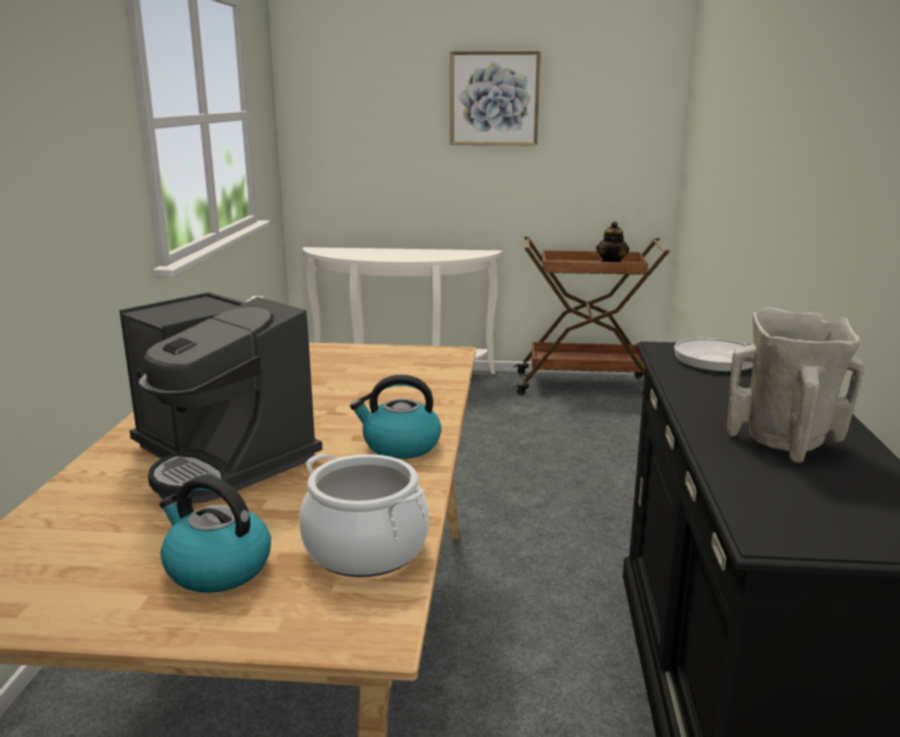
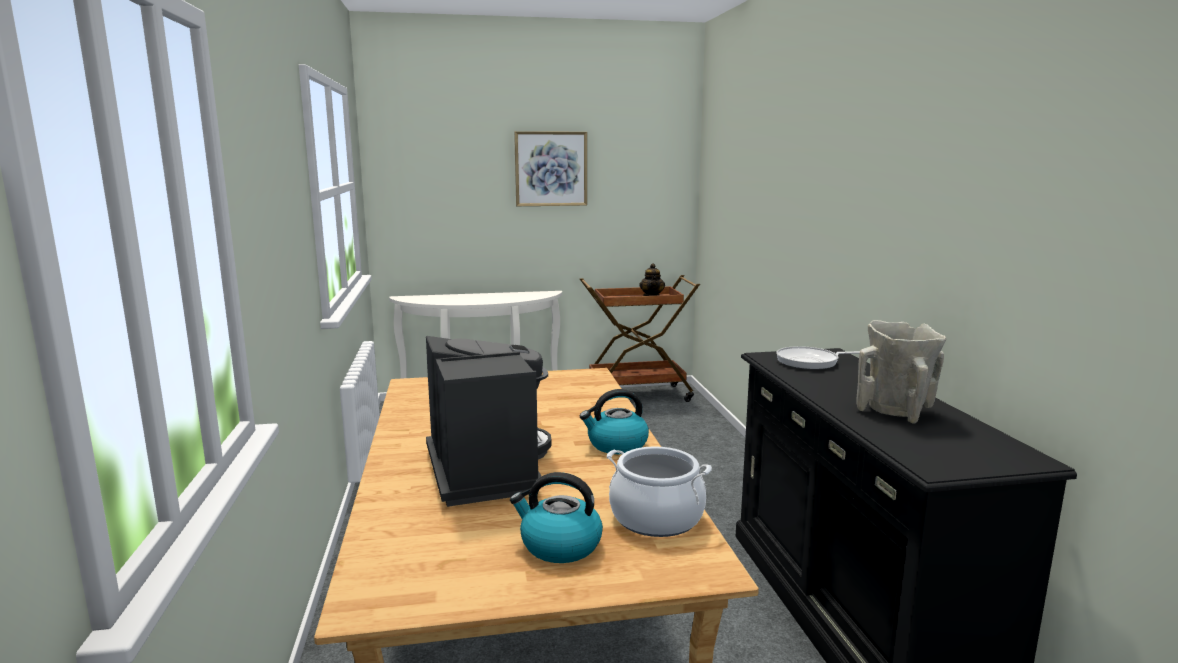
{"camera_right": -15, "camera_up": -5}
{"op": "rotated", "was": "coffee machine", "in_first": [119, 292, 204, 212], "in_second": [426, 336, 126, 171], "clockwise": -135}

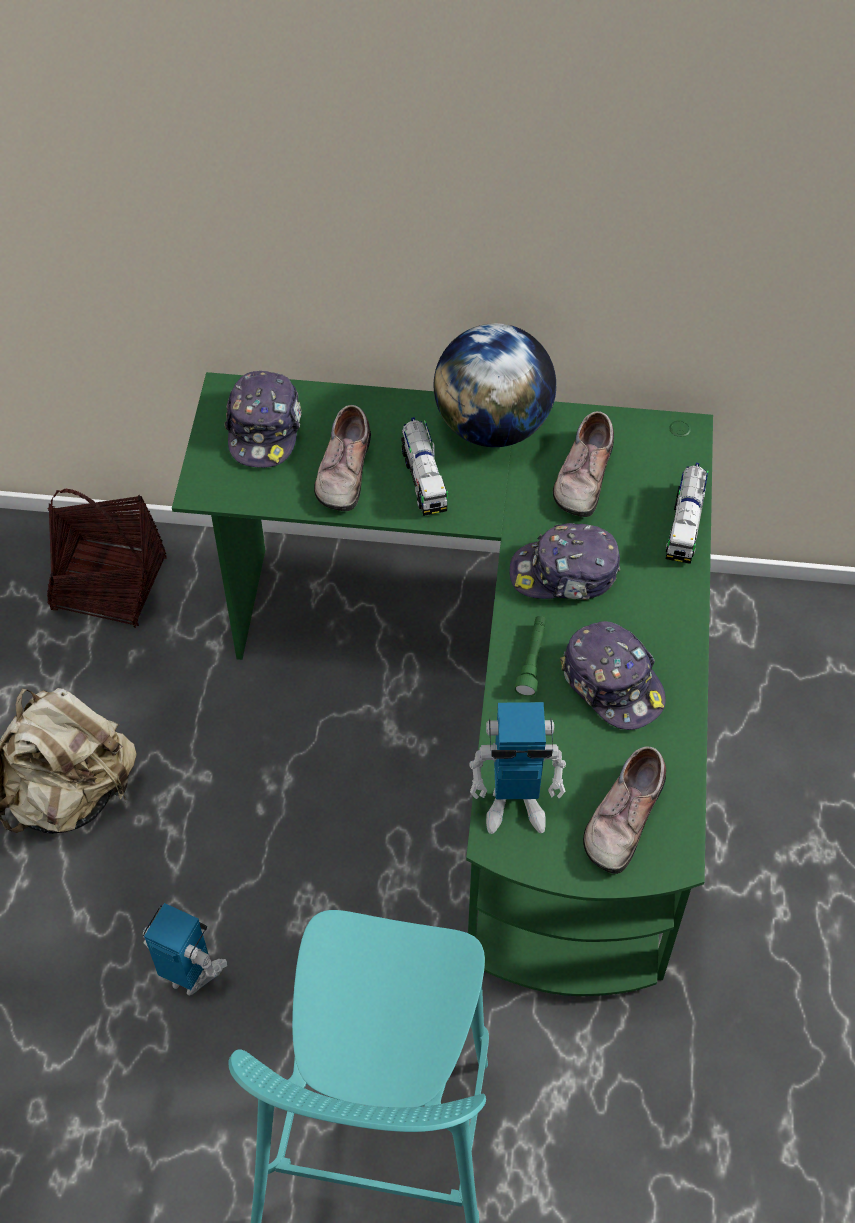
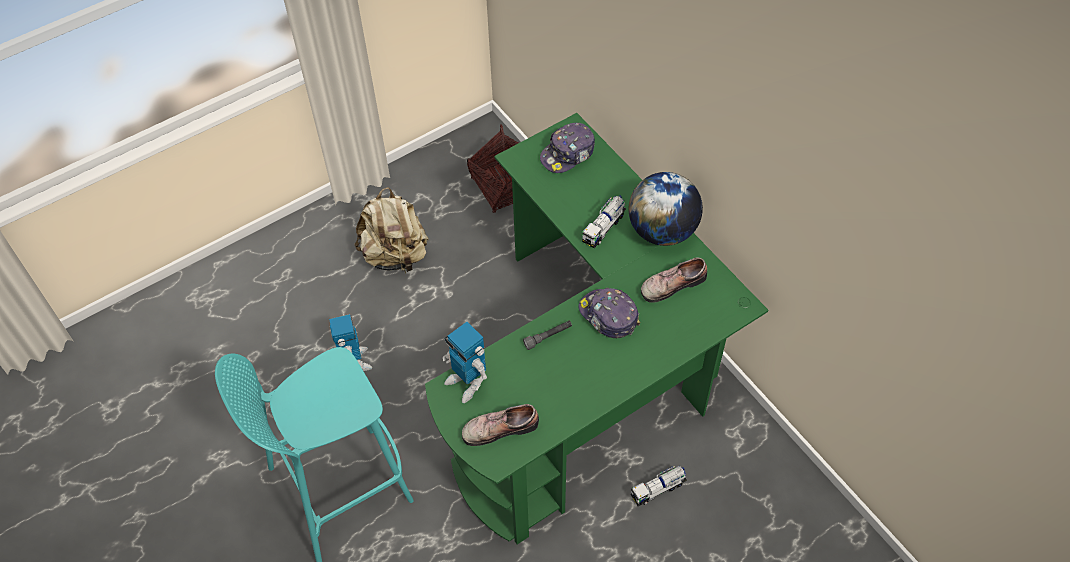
{"camera_right": 50, "camera_up": 0}
{"op": "gone", "was": "shoe", "in_first": [314, 405, 57, 106]}
{"op": "repainted", "was": "green flashlight", "now": "grey flashlight", "in_first": [515, 616, 31, 81], "in_second": [523, 321, 49, 29]}
{"op": "gone", "was": "cap", "in_first": [560, 621, 106, 109]}
{"op": "shifted", "was": "toy truck", "in_first": [666, 463, 43, 101], "in_second": [631, 466, 56, 40]}

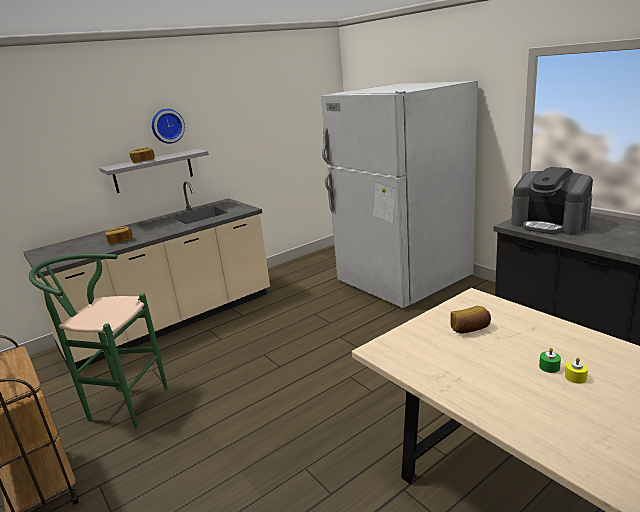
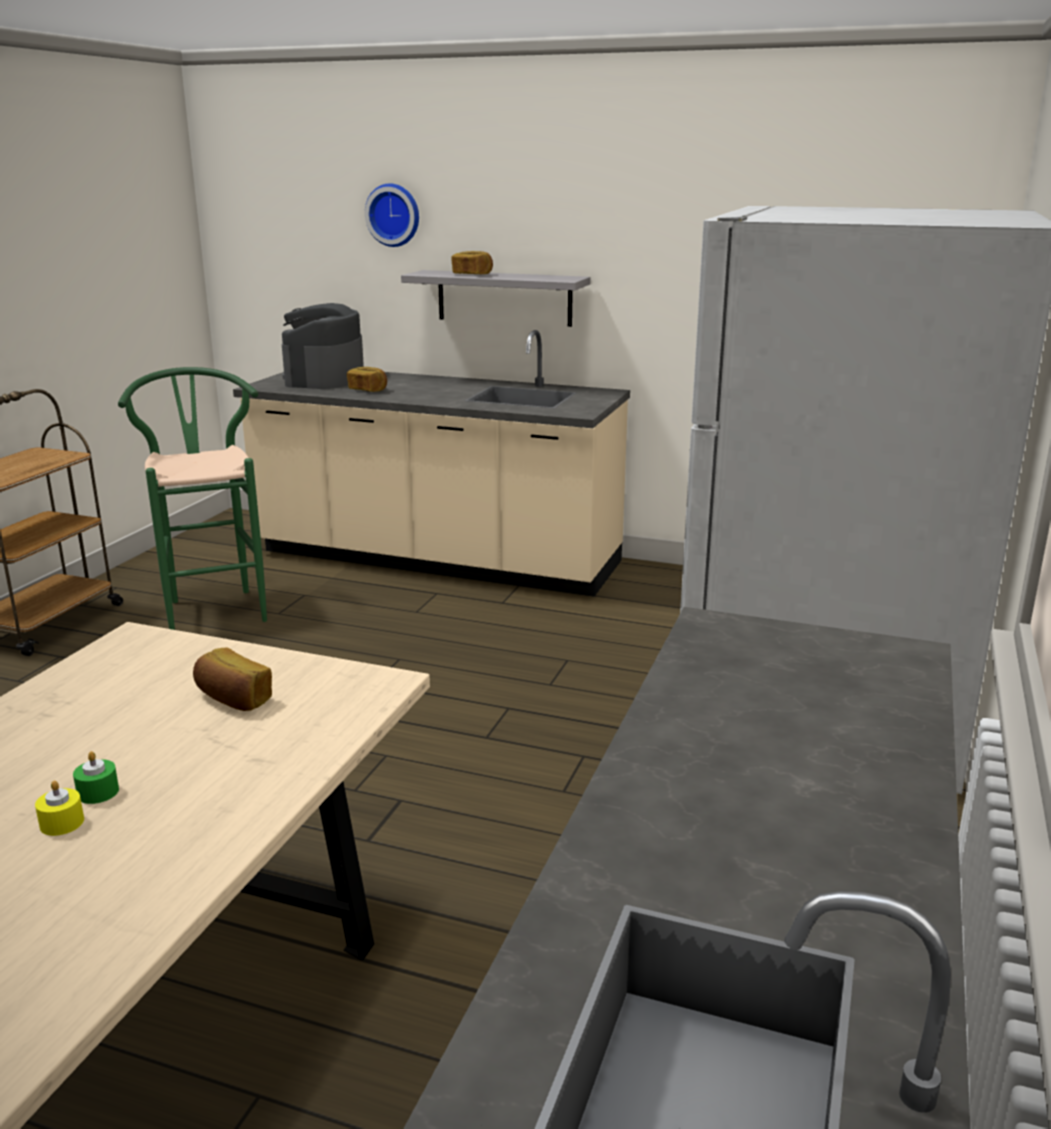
{"camera_right": 55, "camera_up": 0}
{"op": "shifted", "was": "wall clock", "in_first": [152, 109, 33, 35], "in_second": [365, 183, 54, 64]}
{"op": "shifted", "was": "coffee machine", "in_first": [511, 167, 82, 68], "in_second": [282, 303, 82, 86]}

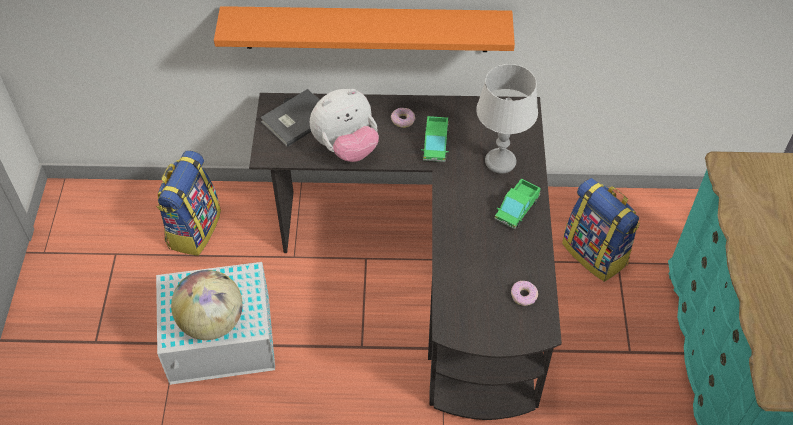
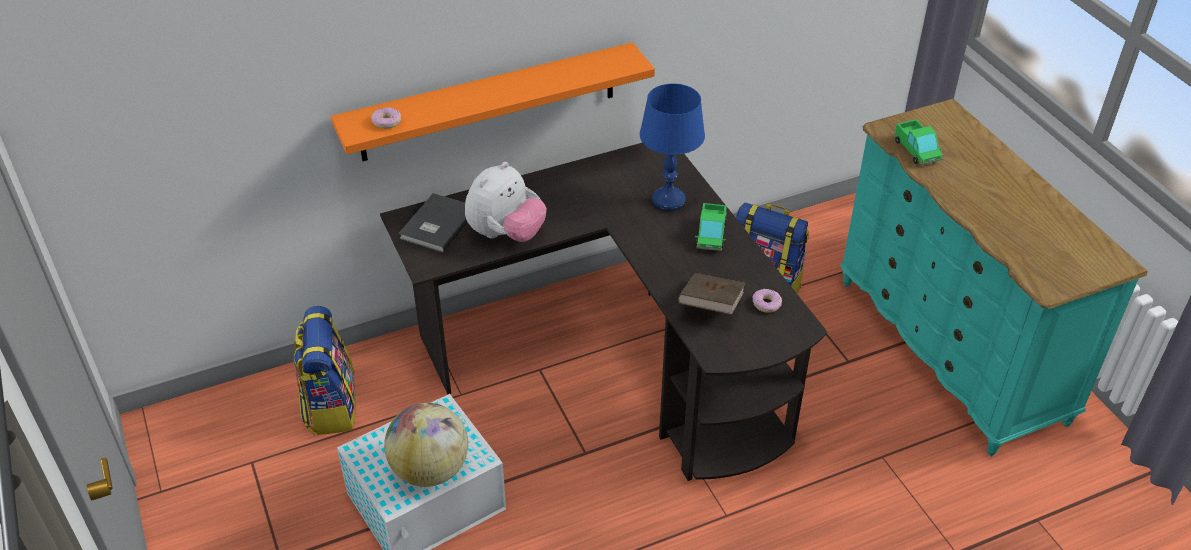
{"camera_right": -25, "camera_up": -10}
{"op": "shifted", "was": "donut", "in_first": [391, 108, 24, 20], "in_second": [371, 107, 31, 22]}
{"op": "shifted", "was": "toy truck", "in_first": [421, 116, 28, 46], "in_second": [894, 119, 49, 46]}
{"op": "repainted", "was": "grey table lamp", "now": "blue table lamp", "in_first": [476, 64, 62, 110], "in_second": [640, 83, 65, 128]}
{"op": "new", "now": "brown book", "in_second": [678, 273, 67, 42]}

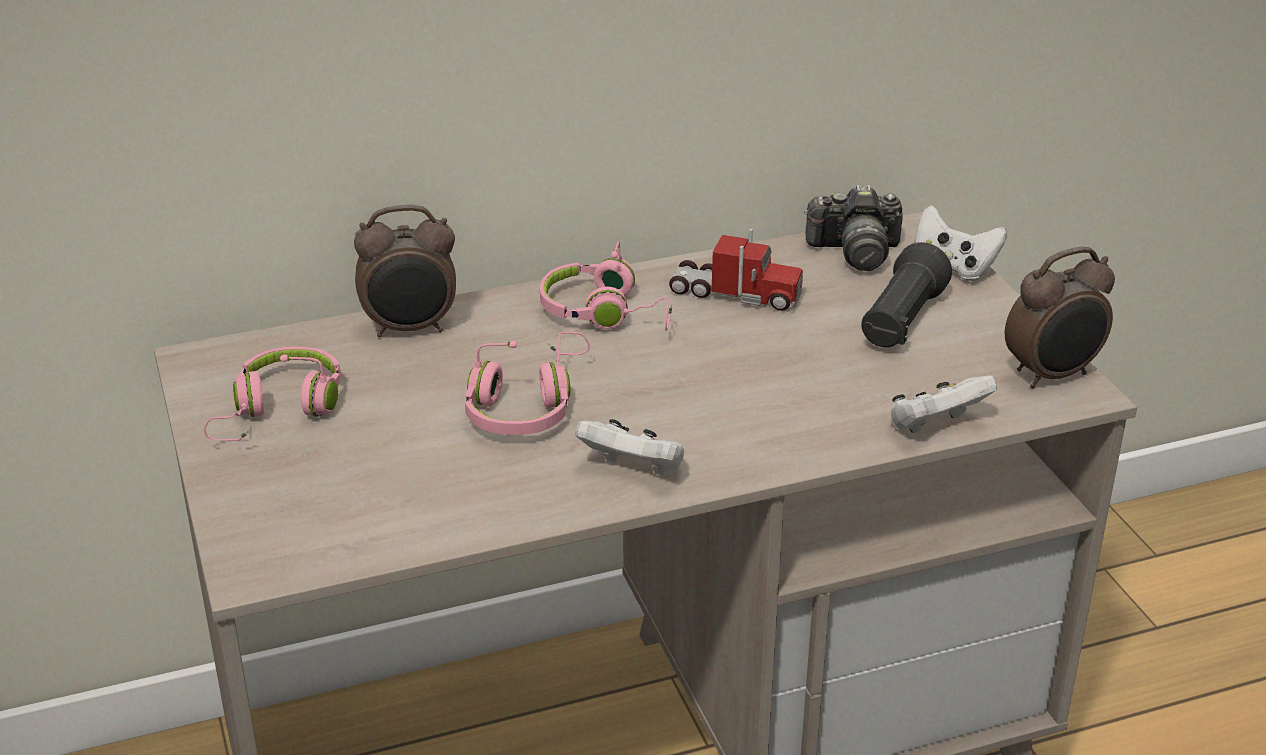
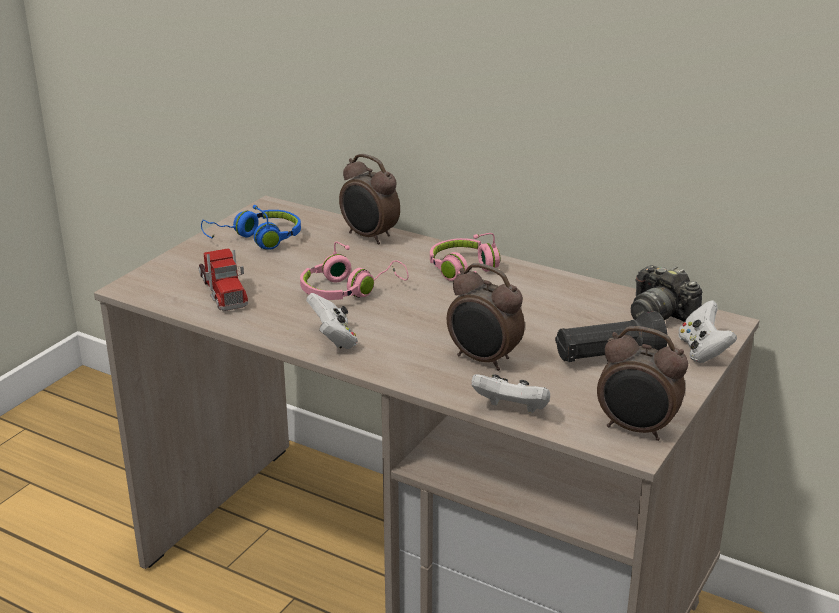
{"camera_right": 50, "camera_up": -5}
{"op": "repainted", "was": "pink headphones", "now": "blue headphones", "in_first": [204, 347, 137, 94], "in_second": [201, 205, 100, 45]}
{"op": "shifted", "was": "toy truck", "in_first": [669, 229, 134, 82], "in_second": [199, 248, 49, 63]}
{"op": "new", "now": "alarm clock", "in_second": [447, 263, 78, 108]}

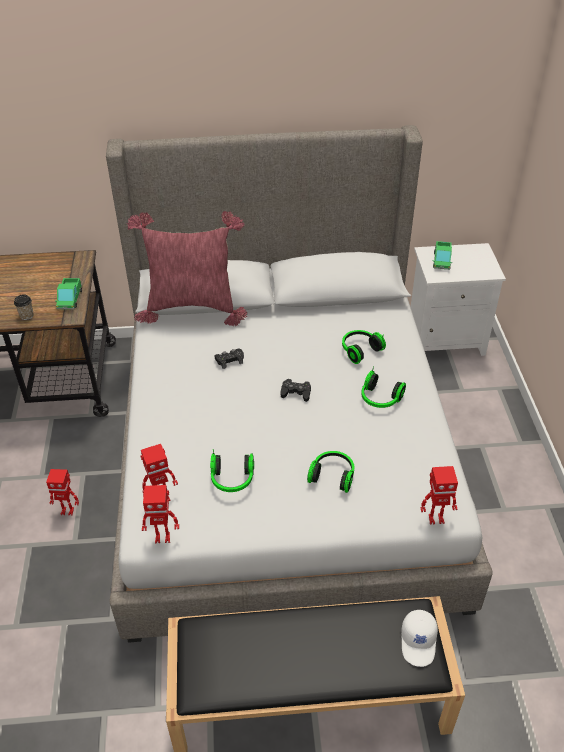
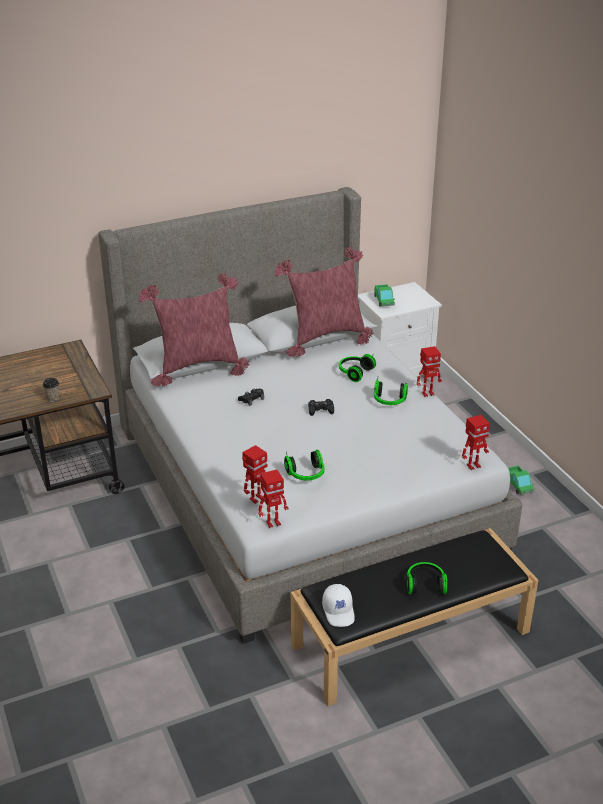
{"camera_right": -20, "camera_up": -10}
{"op": "shifted", "was": "toy robot", "in_first": [46, 469, 33, 47], "in_second": [417, 346, 25, 51]}
{"op": "shifted", "was": "toy truck", "in_first": [55, 278, 27, 31], "in_second": [508, 465, 27, 30]}
{"op": "shifted", "was": "headphones", "in_first": [307, 451, 47, 42], "in_second": [407, 562, 40, 32]}
{"op": "shifted", "was": "white cap", "in_first": [401, 610, 37, 57], "in_second": [322, 584, 33, 43]}
{"op": "new", "now": "red pillow", "in_second": [275, 247, 99, 110]}

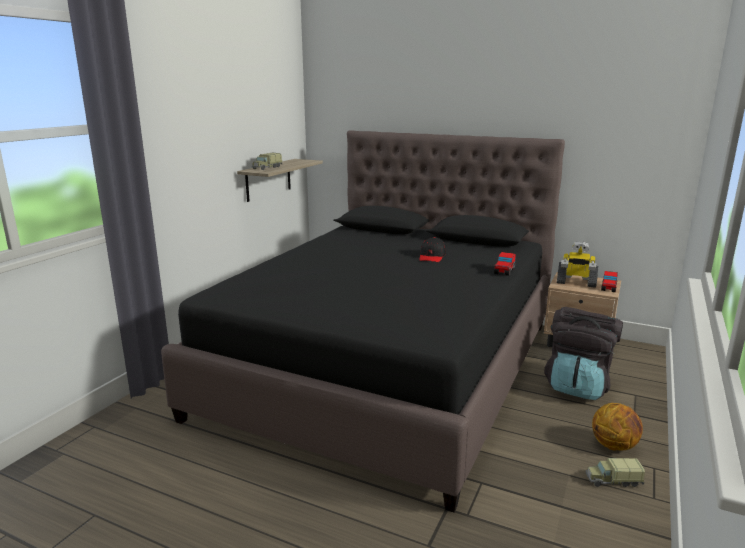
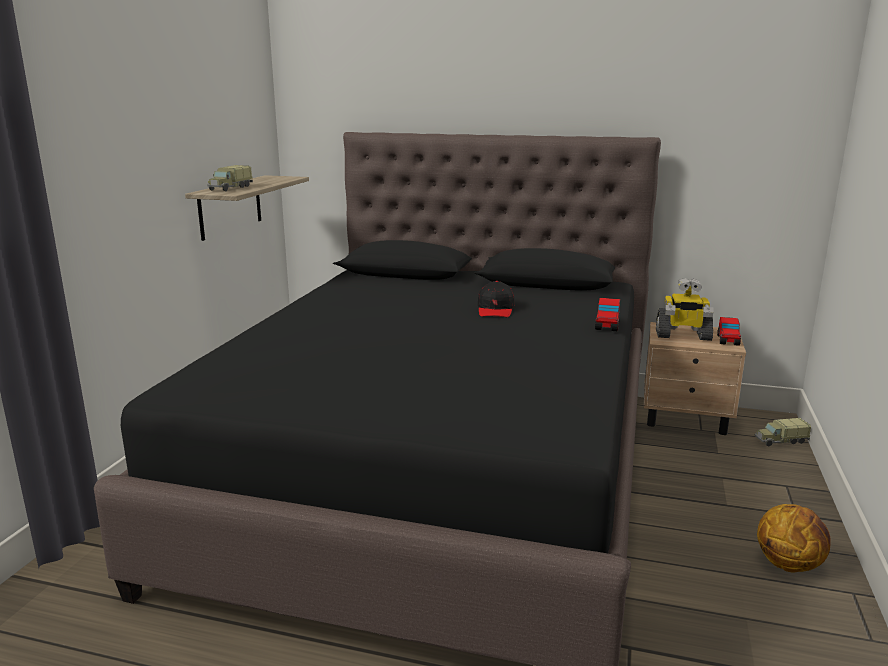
{"camera_right": -10, "camera_up": 0}
{"op": "gone", "was": "black backpack", "in_first": [544, 307, 79, 93]}
{"op": "shifted", "was": "toy truck", "in_first": [586, 458, 59, 29], "in_second": [755, 418, 56, 28]}

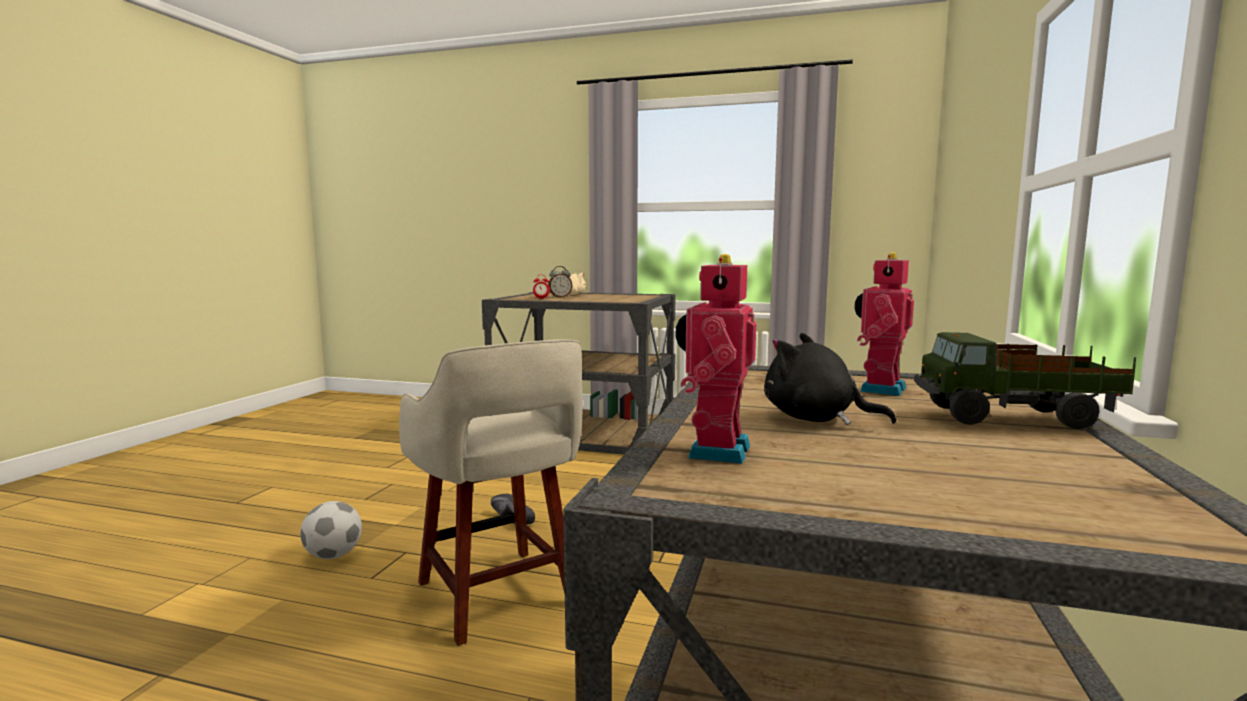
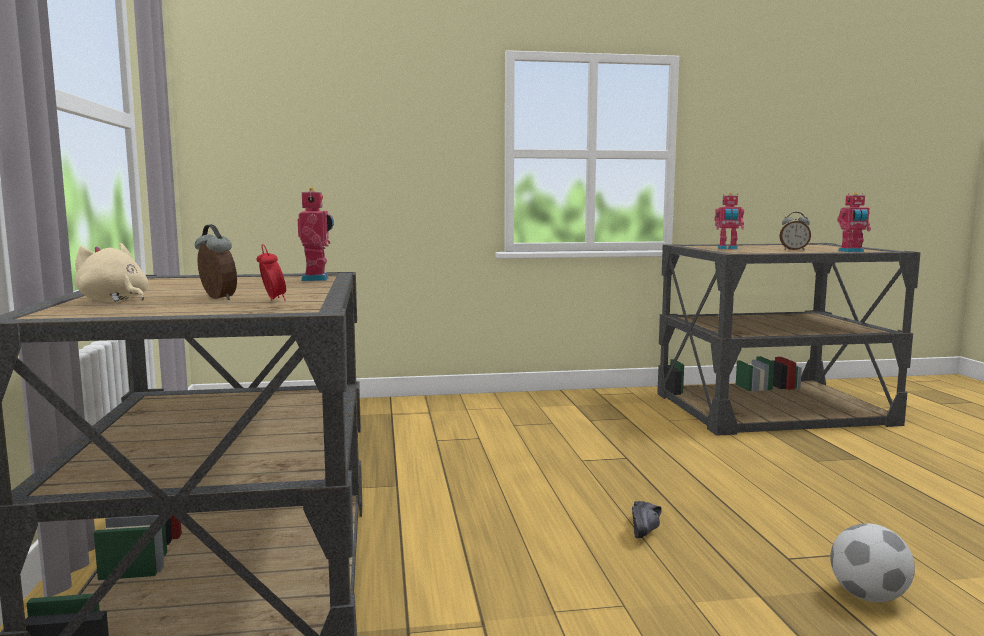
{"camera_right": -115, "camera_up": 0}
{"op": "gone", "was": "beige stool", "in_first": [399, 339, 184, 307]}
{"op": "swapped", "was": "black plush toy", "now": "alarm clock", "in_first": [764, 333, 132, 92], "in_second": [779, 212, 32, 38]}
{"op": "gone", "was": "toy truck", "in_first": [914, 332, 222, 97]}
{"op": "new", "now": "toy robot", "in_second": [298, 187, 36, 94]}

